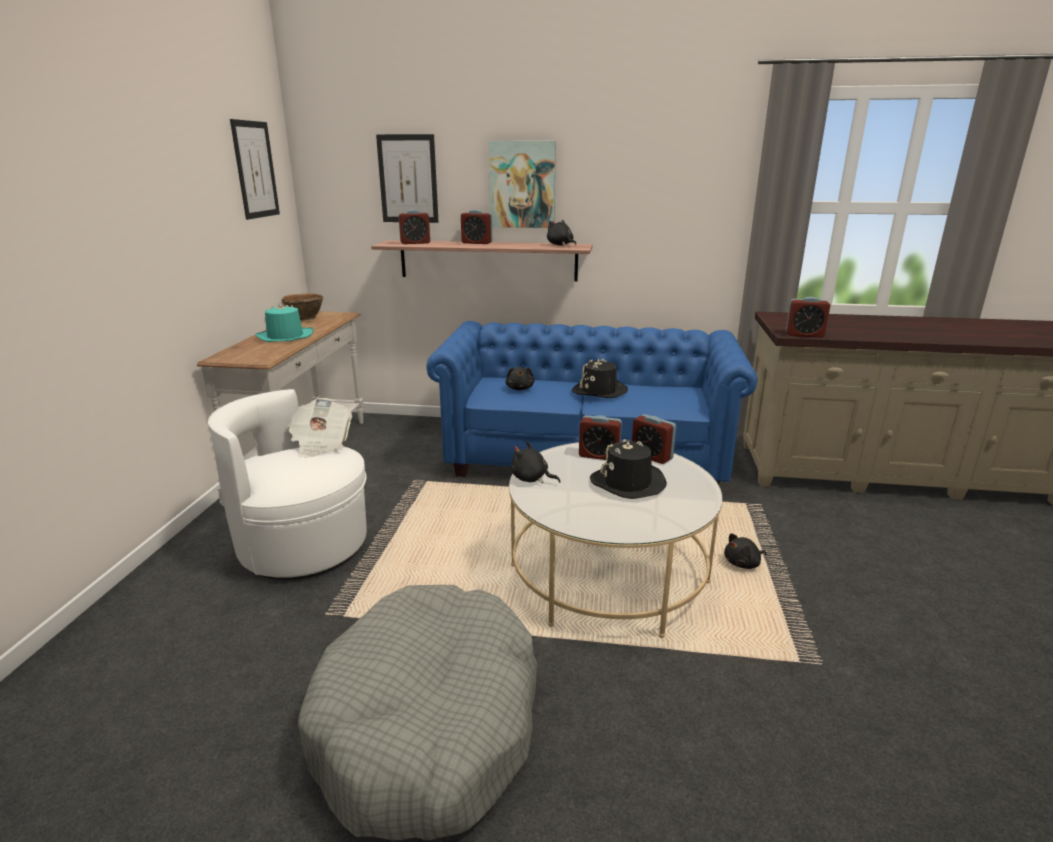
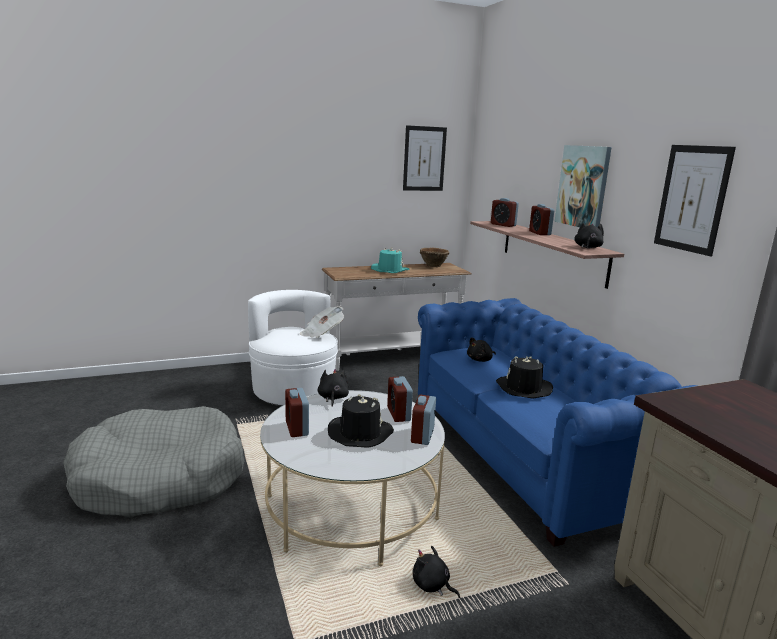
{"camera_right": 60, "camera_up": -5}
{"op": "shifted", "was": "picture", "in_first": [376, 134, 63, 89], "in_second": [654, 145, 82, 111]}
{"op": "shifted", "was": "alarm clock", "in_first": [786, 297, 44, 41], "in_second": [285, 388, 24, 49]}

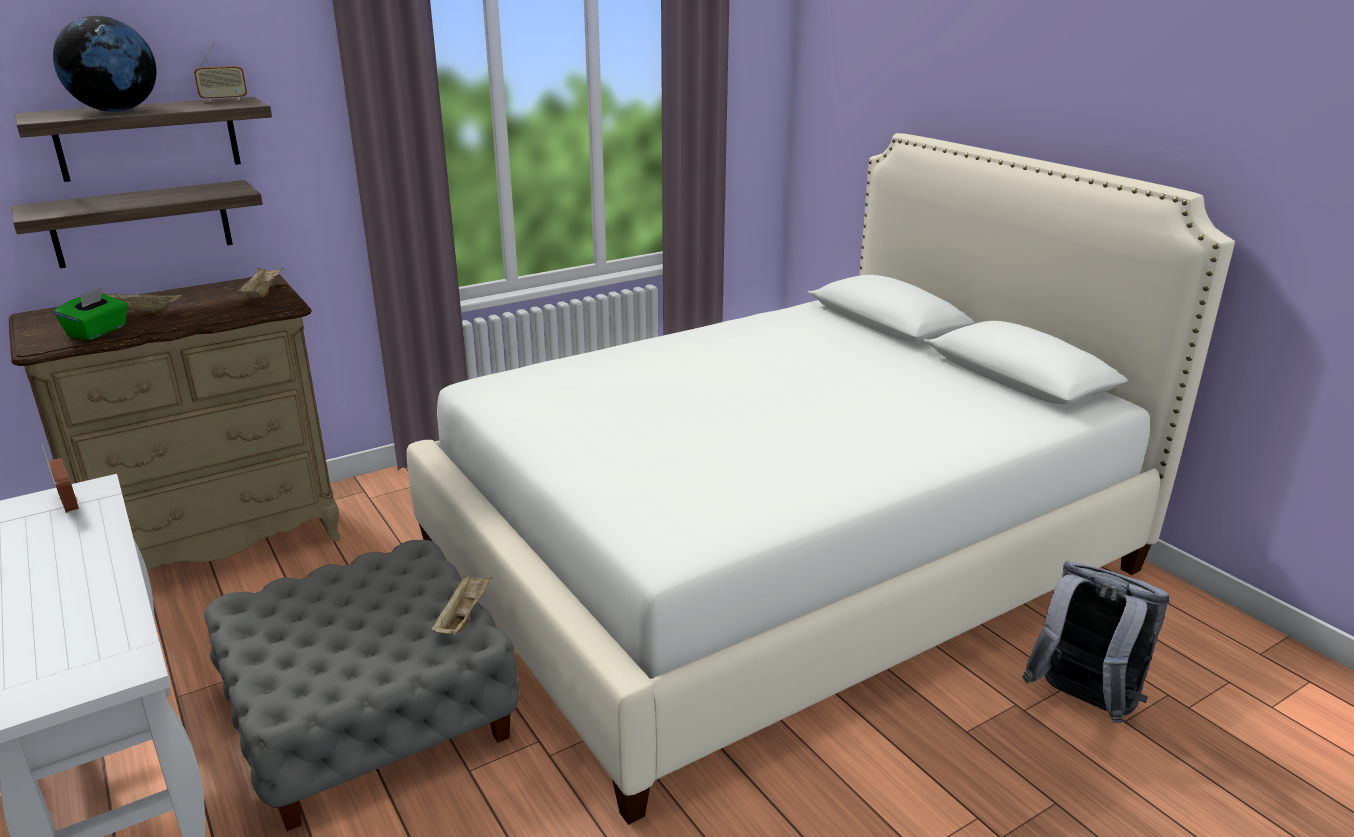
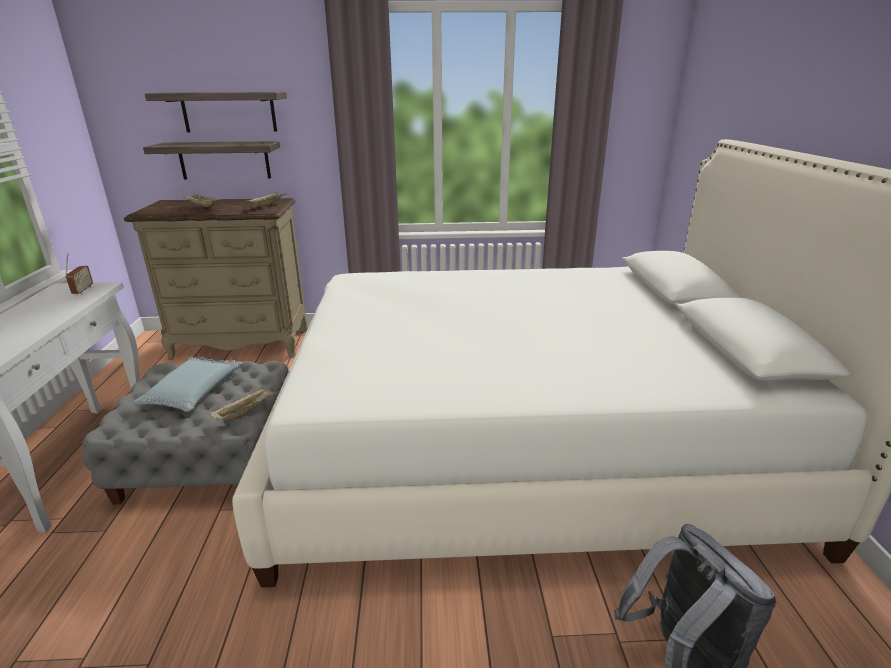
{"camera_right": 30, "camera_up": 0}
{"op": "gone", "was": "globe", "in_first": [53, 16, 104, 96]}
{"op": "gone", "was": "green tissue box", "in_first": [54, 287, 74, 53]}
{"op": "gone", "was": "radio", "in_first": [194, 42, 53, 60]}
{"op": "new", "now": "blue pillow", "in_second": [132, 355, 111, 57]}

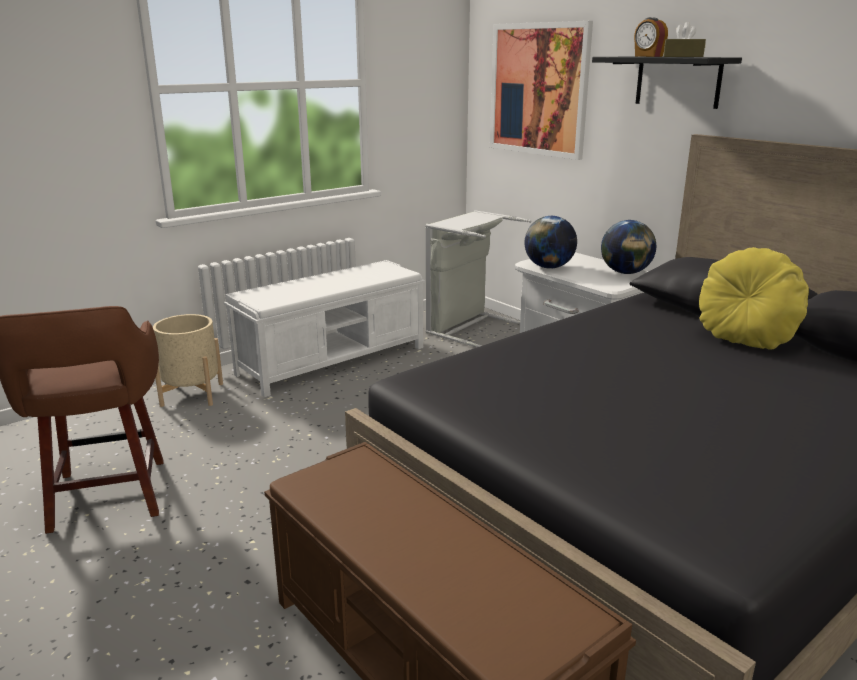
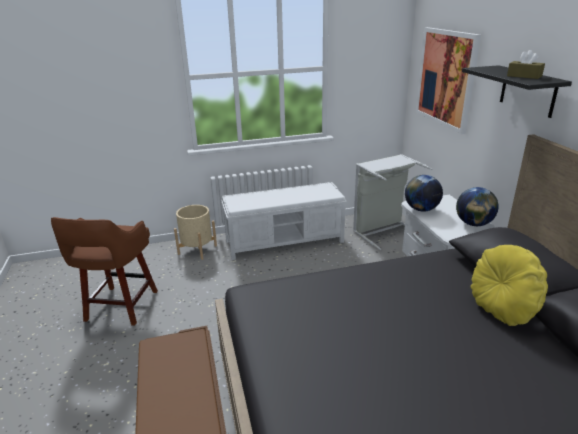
{"camera_right": 25, "camera_up": 5}
{"op": "gone", "was": "alarm clock", "in_first": [634, 17, 34, 40]}

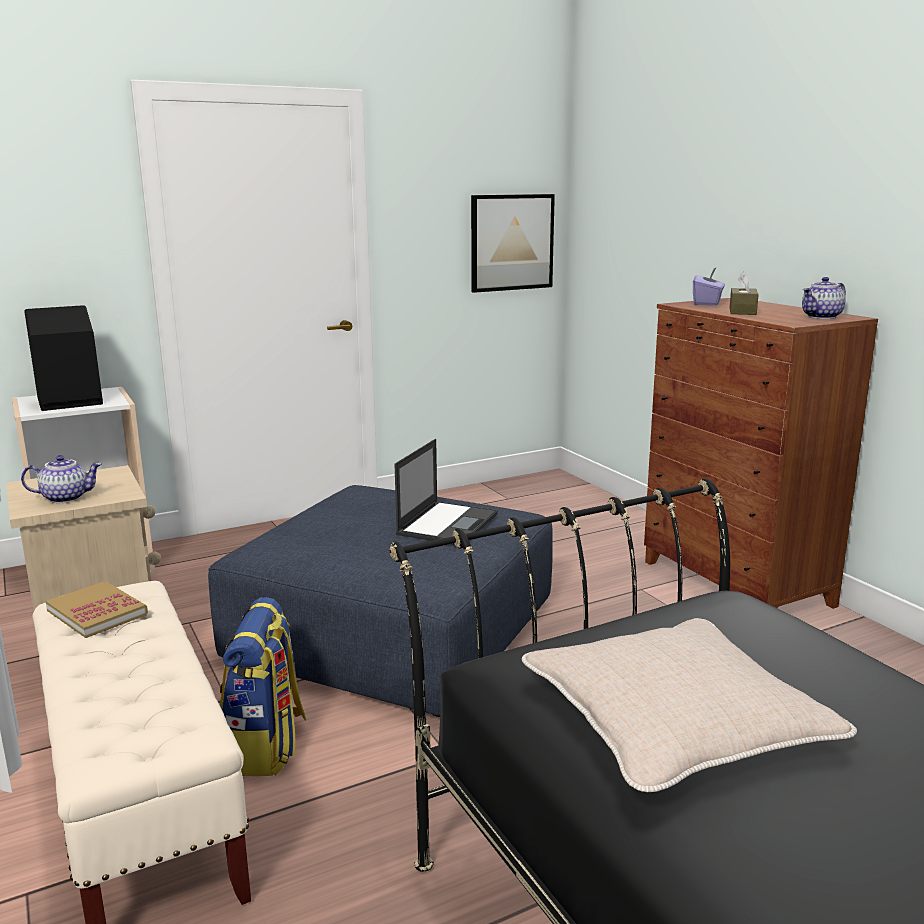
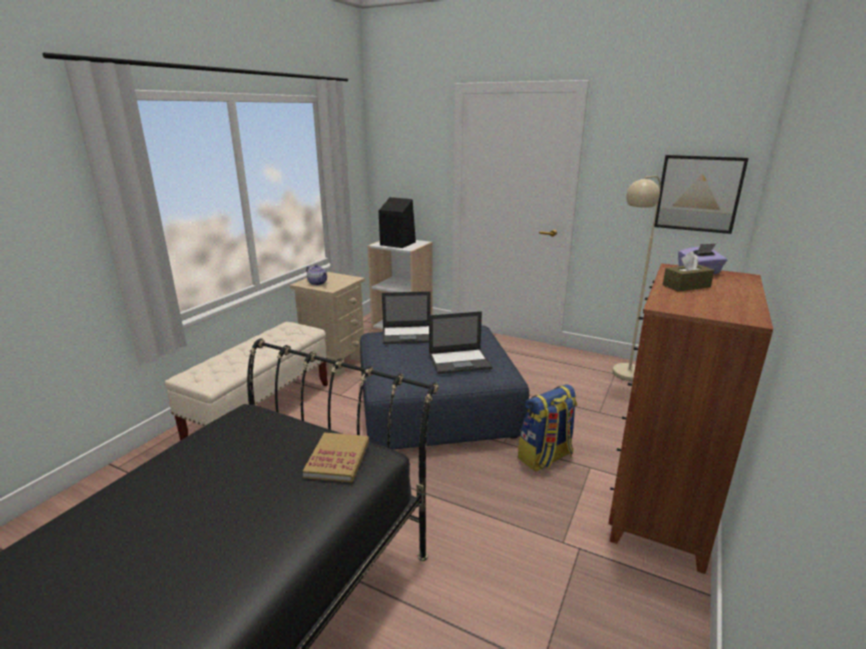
{"camera_right": 55, "camera_up": 5}
{"op": "shifted", "was": "book", "in_first": [46, 581, 102, 57], "in_second": [303, 433, 66, 49]}
{"op": "shifted", "was": "backpack", "in_first": [220, 597, 86, 179], "in_second": [518, 384, 59, 88]}
{"op": "gone", "was": "beige pillow", "in_first": [522, 618, 335, 174]}
{"op": "gone", "was": "teapot", "in_first": [802, 277, 44, 42]}
{"op": "new", "now": "laptop", "in_second": [382, 291, 48, 53]}
{"op": "new", "now": "beige floor lamp", "in_second": [612, 176, 49, 205]}

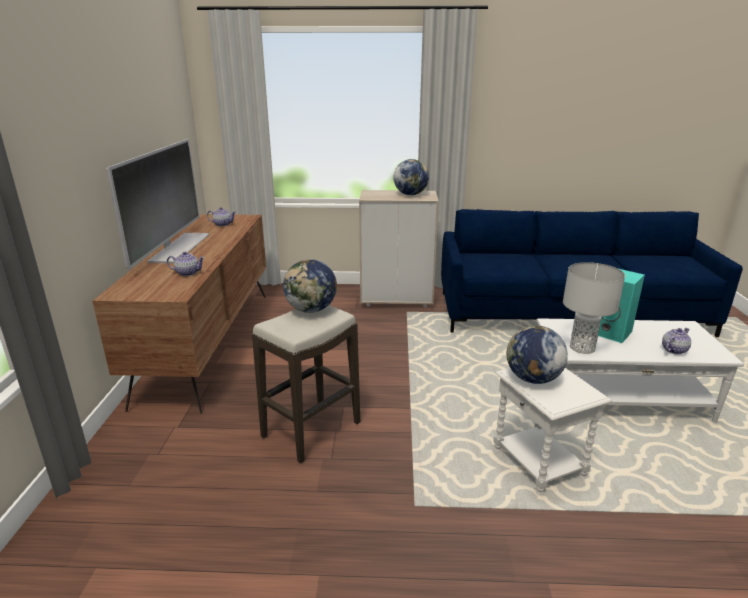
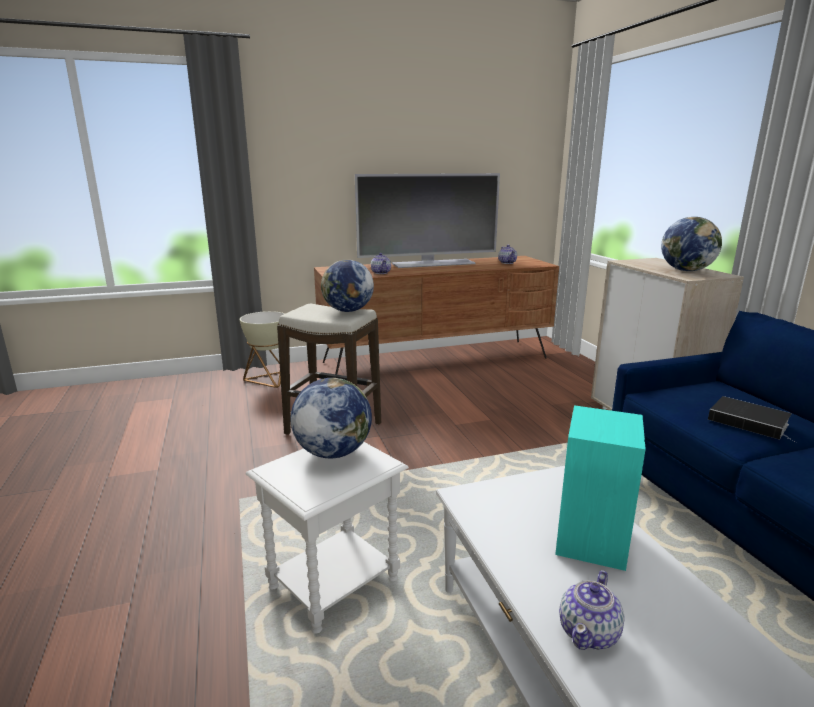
{"camera_right": 70, "camera_up": -5}
{"op": "gone", "was": "white table lamp", "in_first": [563, 262, 62, 92]}
{"op": "rotated", "was": "teapot", "in_first": [662, 328, 29, 26], "in_second": [559, 570, 66, 80], "clockwise": 90}
{"op": "new", "now": "planter", "in_second": [240, 311, 45, 77]}
{"op": "new", "now": "book", "in_second": [708, 396, 88, 47]}

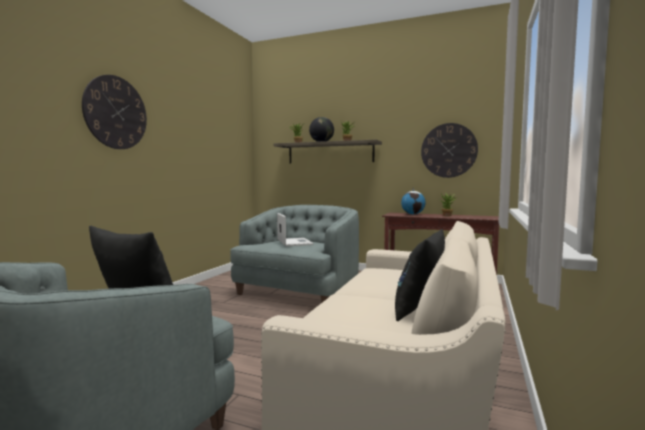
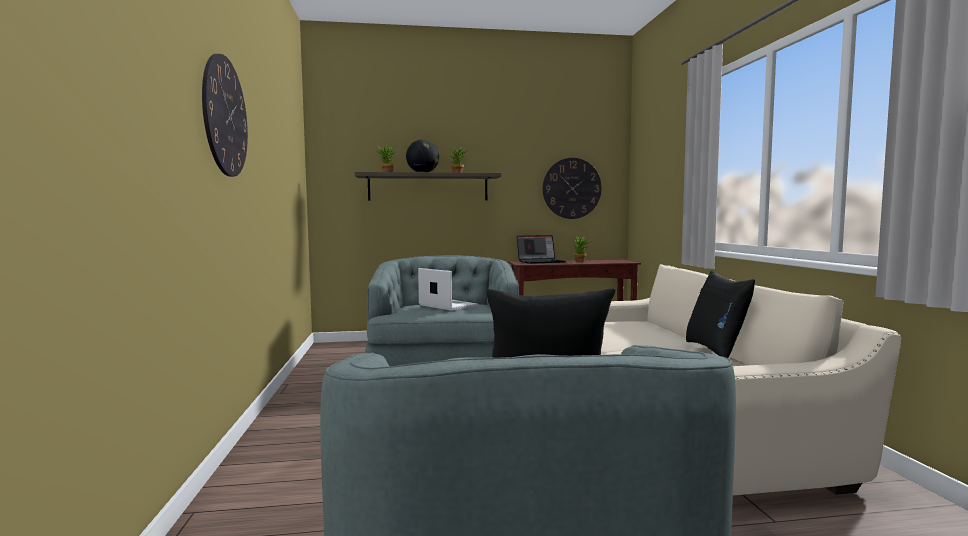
{"camera_right": -30, "camera_up": 0}
{"op": "swapped", "was": "globe", "now": "laptop", "in_first": [401, 188, 24, 26], "in_second": [516, 235, 50, 29]}

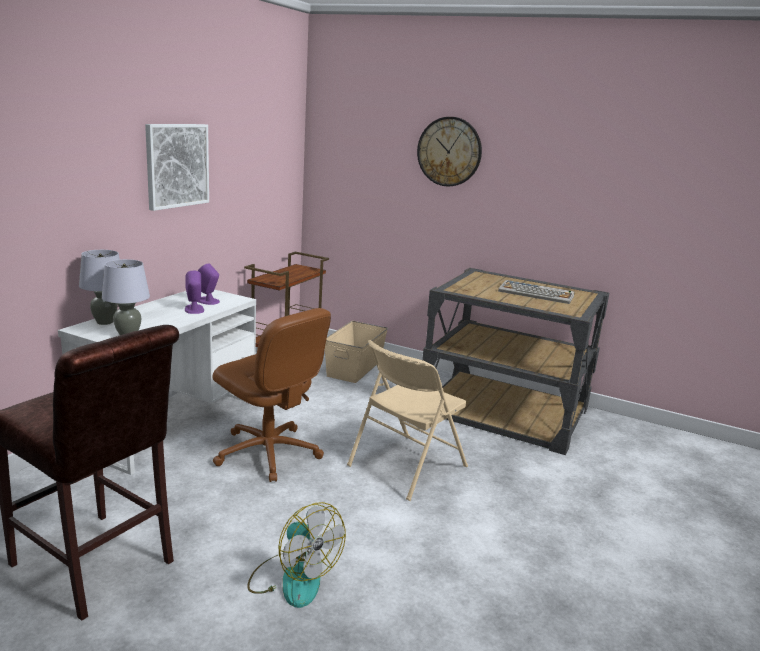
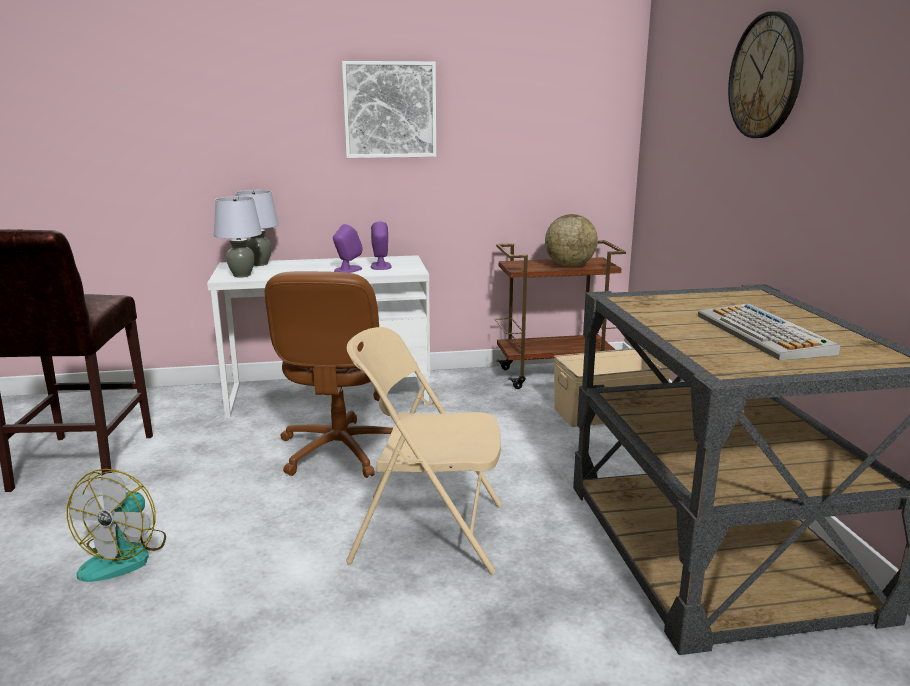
{"camera_right": 55, "camera_up": 0}
{"op": "new", "now": "globe", "in_second": [545, 214, 53, 53]}

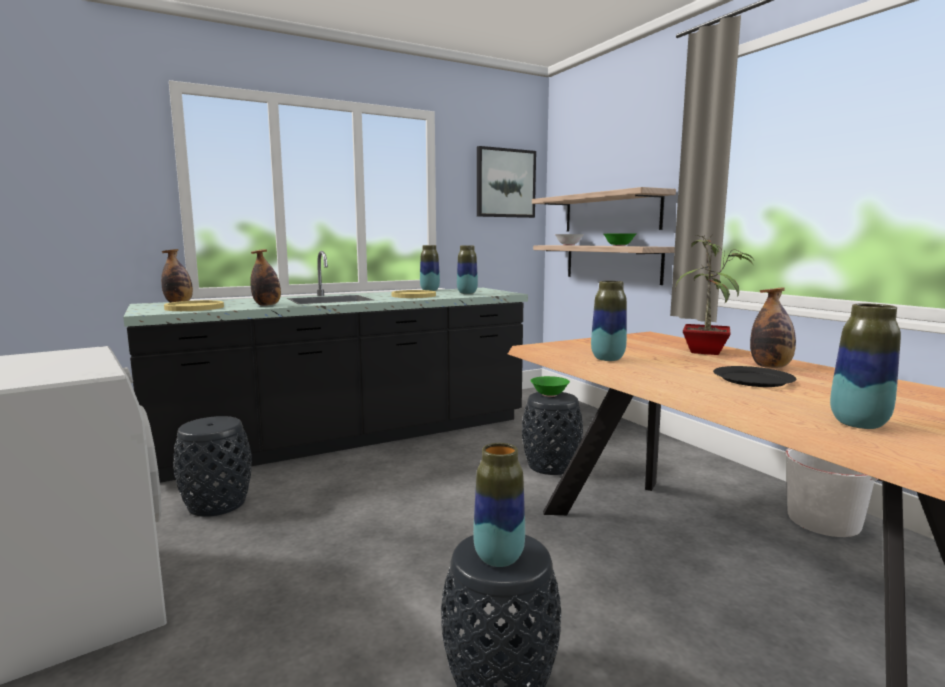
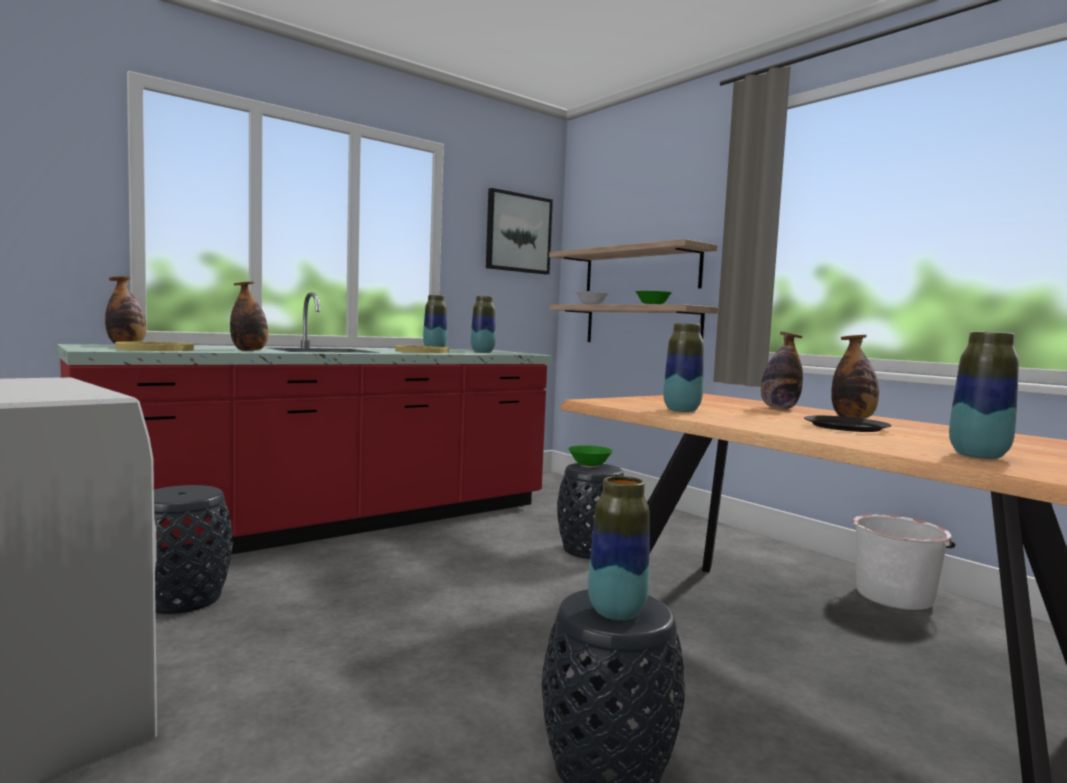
{"camera_right": -10, "camera_up": -5}
{"op": "repainted", "was": "black counter", "now": "red counter", "in_first": [123, 251, 405, 232], "in_second": [57, 292, 496, 268]}
{"op": "swapped", "was": "potted plant", "now": "bottle", "in_first": [675, 234, 79, 121], "in_second": [761, 332, 42, 77]}

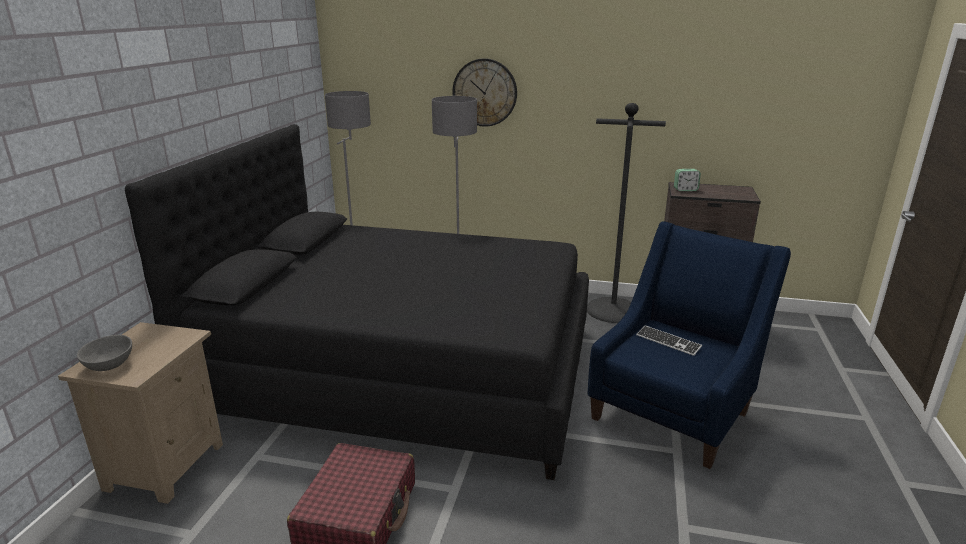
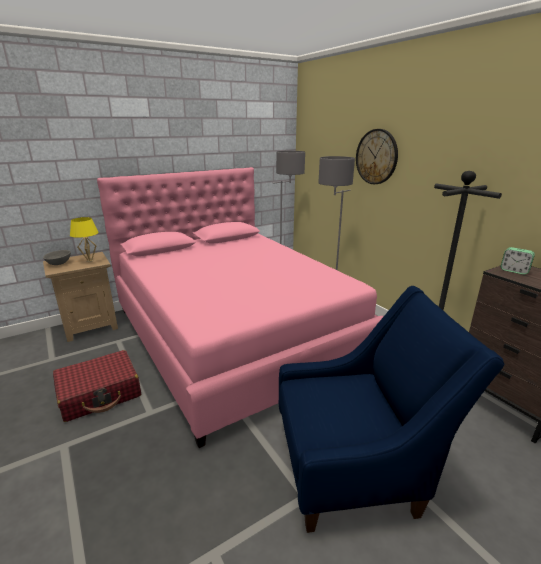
{"camera_right": 45, "camera_up": 0}
{"op": "repainted", "was": "black bed", "now": "pink bed", "in_first": [125, 124, 464, 356], "in_second": [97, 167, 287, 281]}
{"op": "gone", "was": "keyboard", "in_first": [636, 325, 66, 31]}
{"op": "new", "now": "yellow table lamp", "in_second": [70, 217, 29, 45]}

